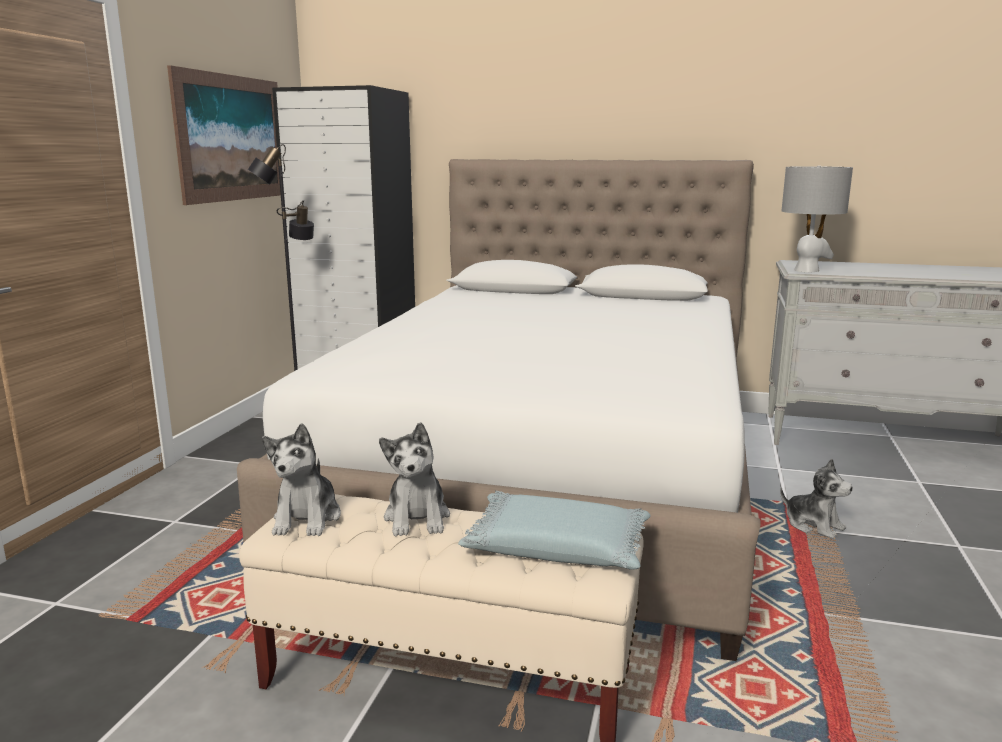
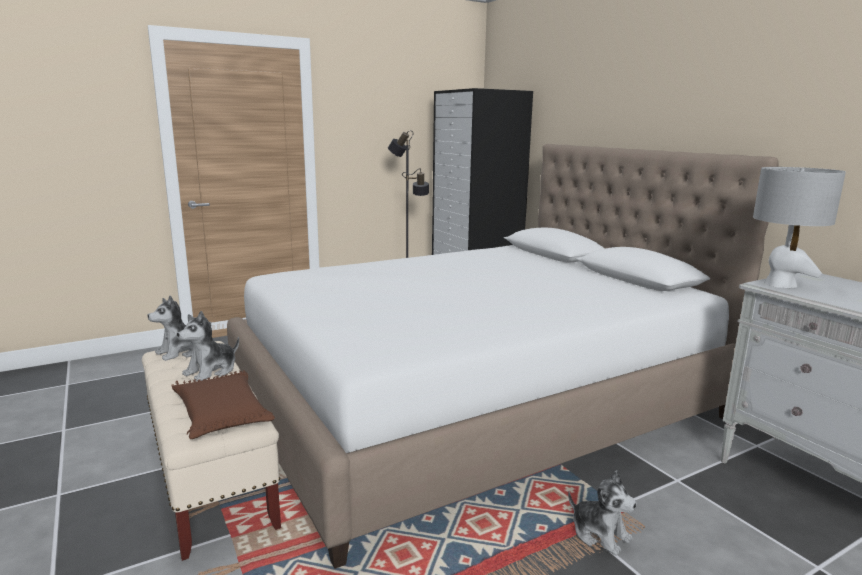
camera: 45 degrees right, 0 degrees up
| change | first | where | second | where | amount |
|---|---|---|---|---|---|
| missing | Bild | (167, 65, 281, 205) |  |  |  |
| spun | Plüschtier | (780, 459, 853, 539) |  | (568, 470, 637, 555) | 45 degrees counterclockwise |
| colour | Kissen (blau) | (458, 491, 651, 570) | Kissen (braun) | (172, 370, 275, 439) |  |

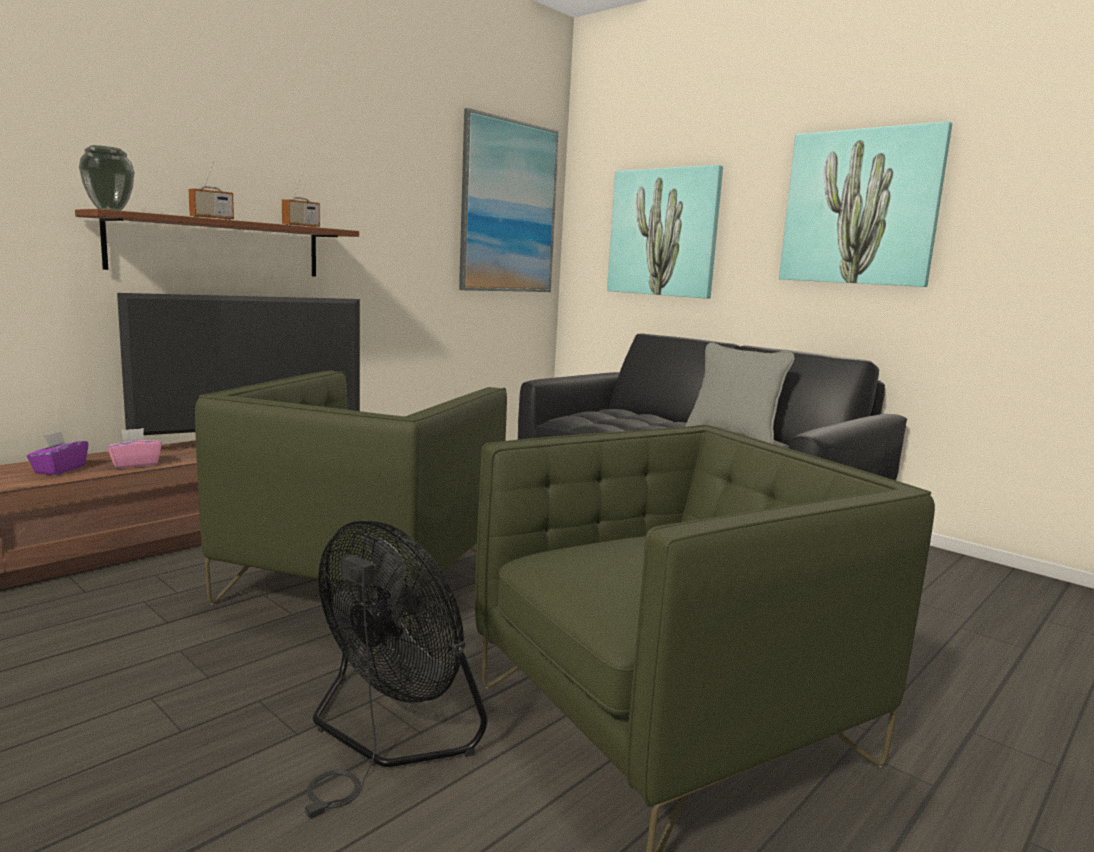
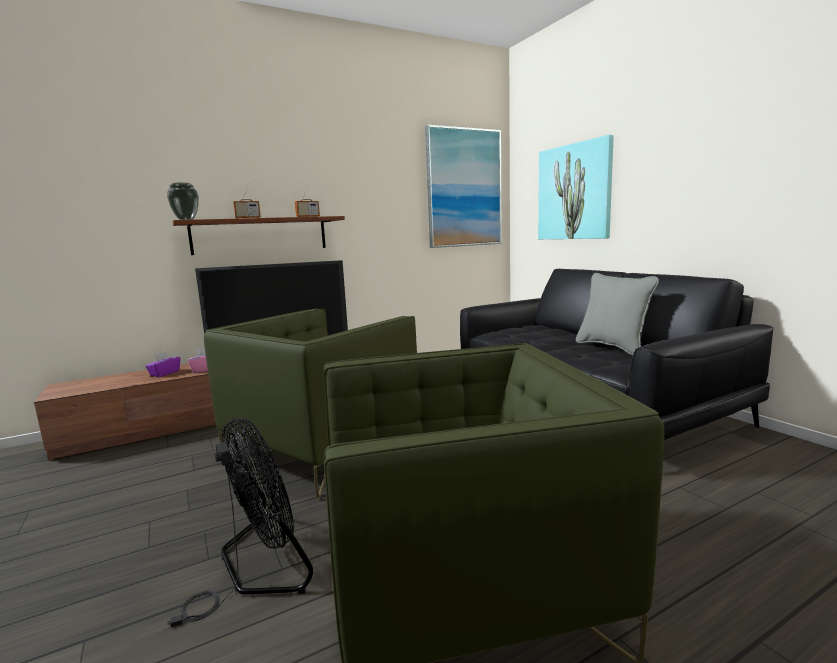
camera: 20 degrees right, 0 degrees up
| change | first | where | second | where | amount |
|---|---|---|---|---|---|
| missing | Bild | (779, 121, 952, 287) |  |  |  |

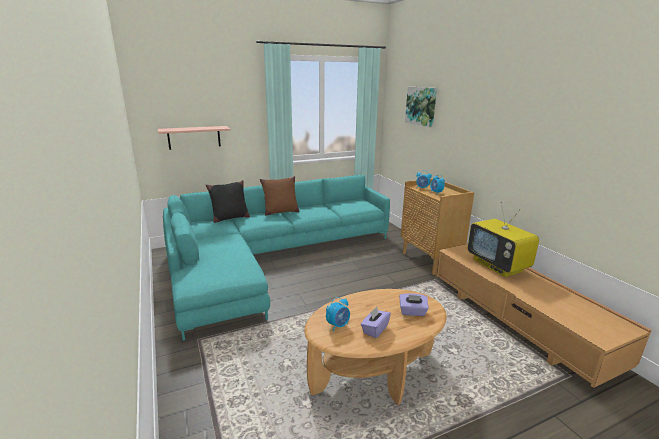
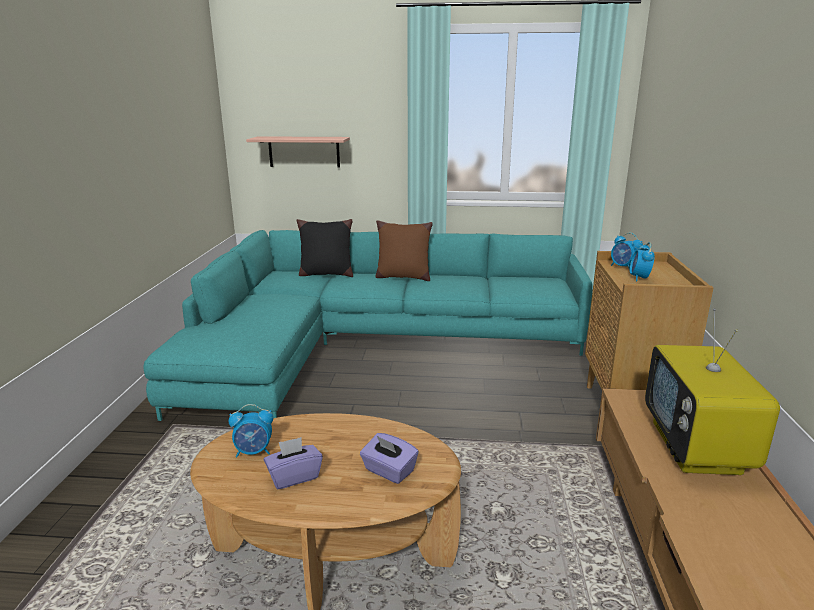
camera: 30 degrees right, 0 degrees up
| change | first | where | second | where | amount |
|---|---|---|---|---|---|
| missing | Bild | (405, 87, 437, 127) |  |  |  |

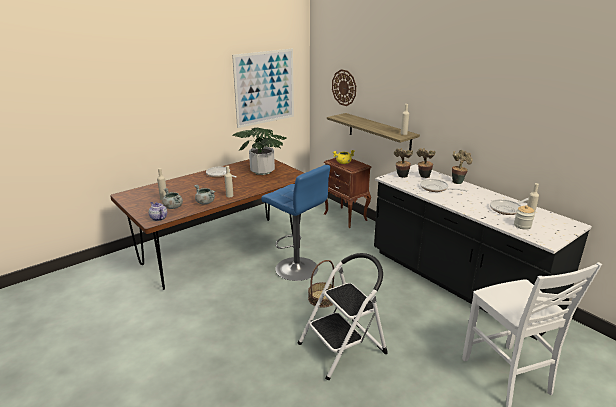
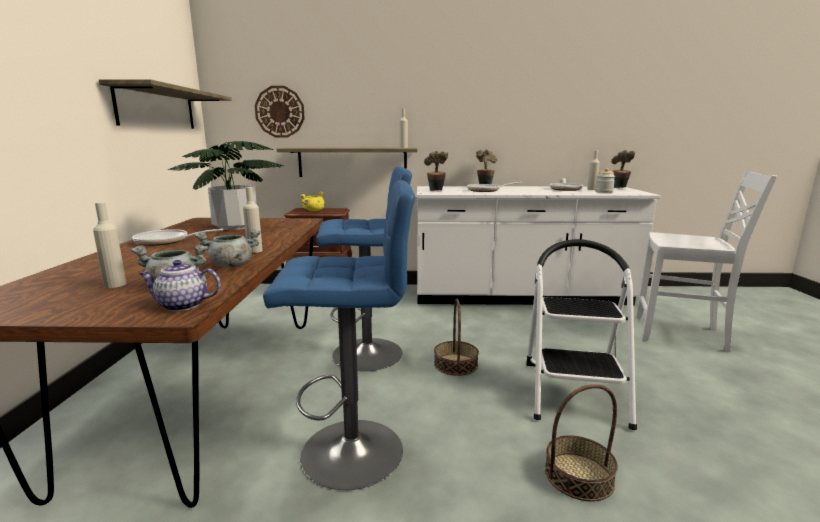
camera: 50 degrees left, 10 degrees down
| change | first | where | second | where | amount |
|---|---|---|---|---|---|
| exchanged | Bild | (232, 49, 294, 128) | Wandregal | (99, 79, 232, 129) |  |
| relocated | Topfpflanze | (417, 148, 435, 178) |  | (611, 150, 635, 188) |  |
| colour | Küchenzeile (schwarz) | (374, 164, 592, 340) | Küchenzeile (weiß) | (417, 186, 661, 305) |  |
| appeared |  |  | Hocker (blau) | (263, 180, 415, 490) |  |
| appeared |  |  | Korb | (545, 384, 618, 502) |  |

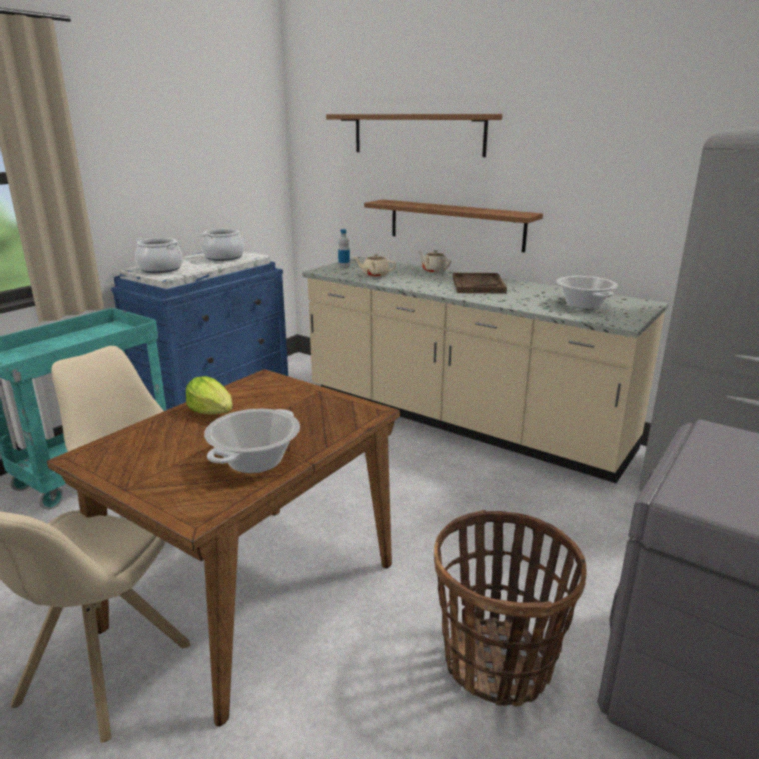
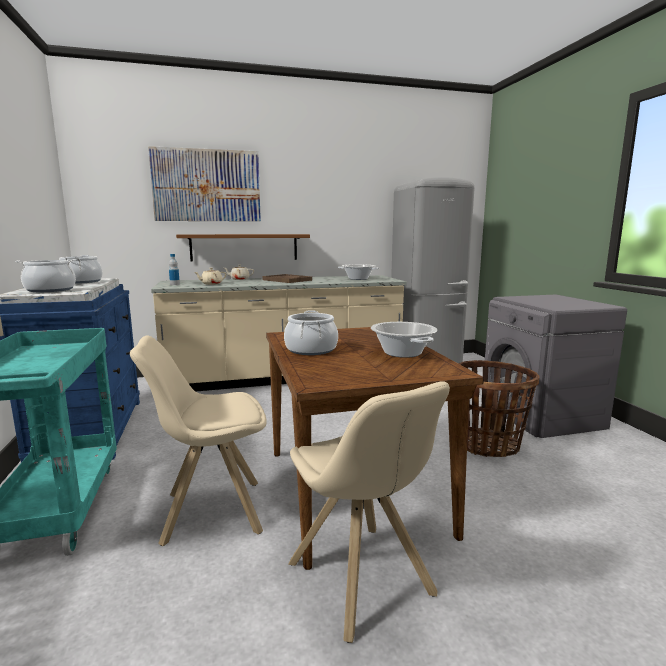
camera: 50 degrees left, 10 degrees down
| change | first | where | second | where | amount |
|---|---|---|---|---|---|
| exchanged | Wandregal (braun) | (326, 114, 502, 157) | Bild | (148, 146, 261, 222) |  |
| exchanged | Salatkopf | (186, 376, 233, 415) | Kochtopf | (284, 310, 338, 355) |  |

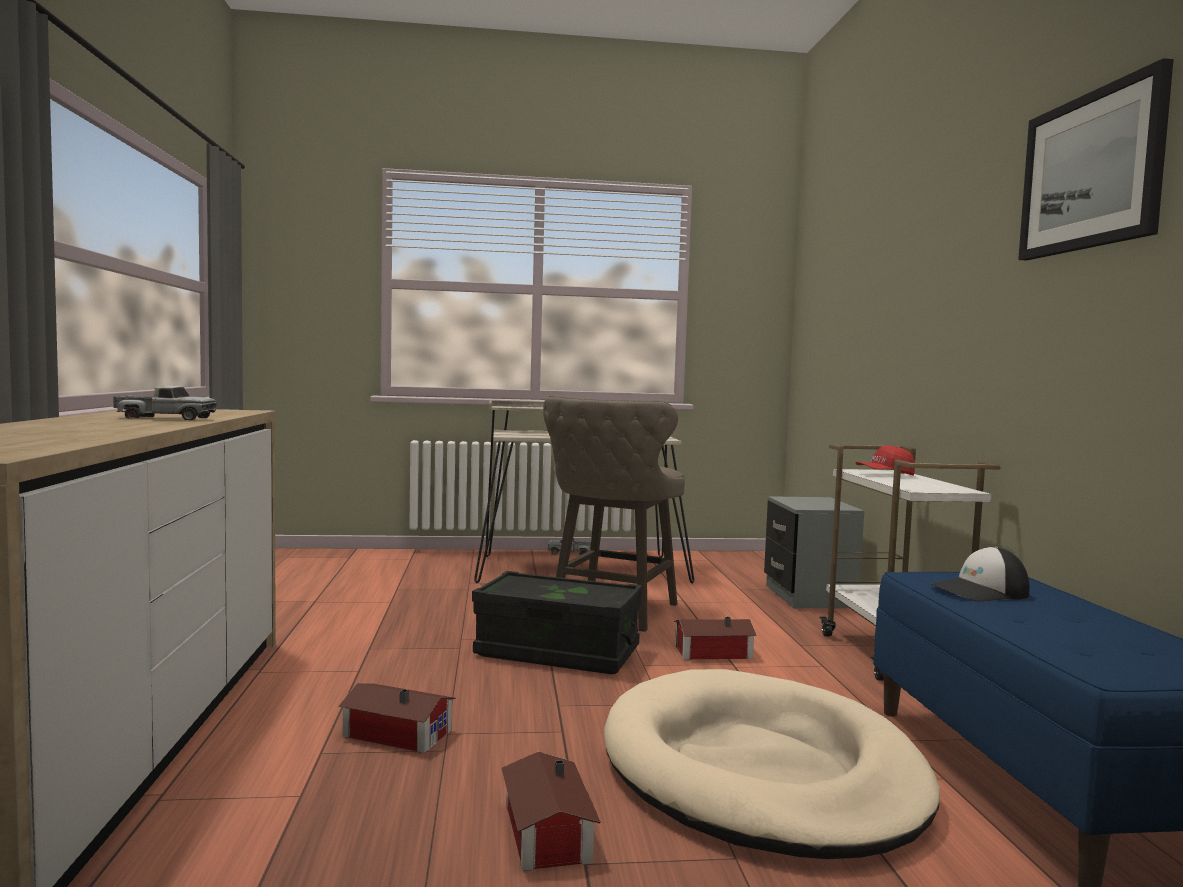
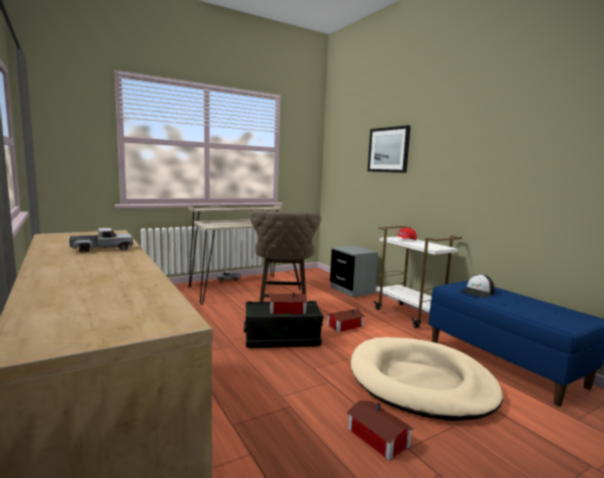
camera: 25 degrees left, 5 degrees up
| change | first | where | second | where | amount |
|---|---|---|---|---|---|
| relocated | Bild | (1018, 58, 1174, 260) |  | (367, 125, 411, 173) |  |
| relocated | Spielzeughaus | (338, 683, 456, 753) |  | (269, 293, 307, 314) |  |

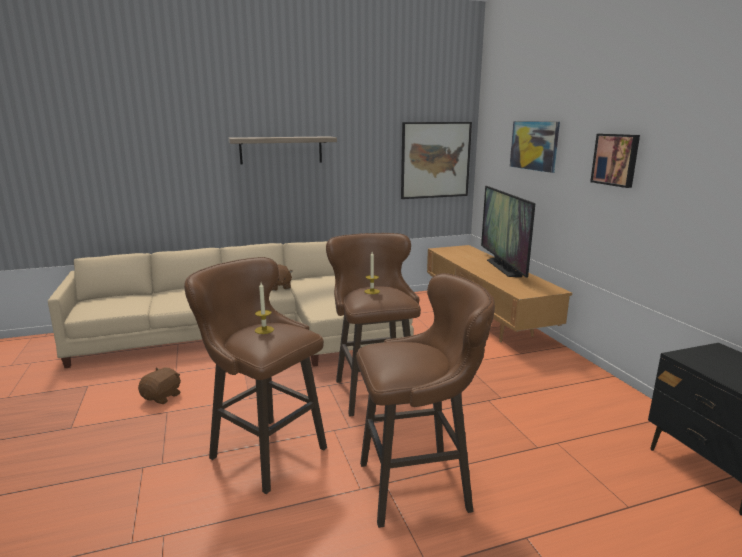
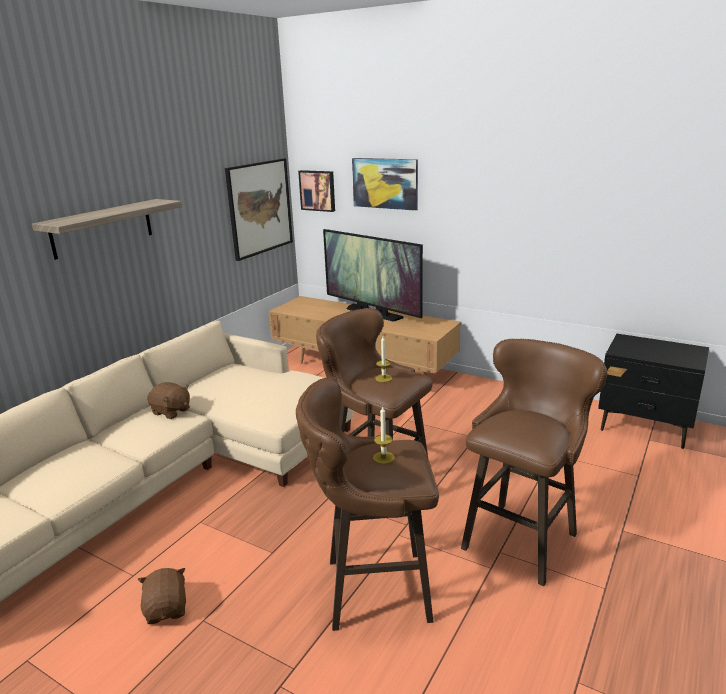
camera: 40 degrees left, 5 degrees up
| change | first | where | second | where | amount |
|---|---|---|---|---|---|
| relocated | Bild | (590, 134, 640, 188) |  | (298, 170, 335, 212) |  |

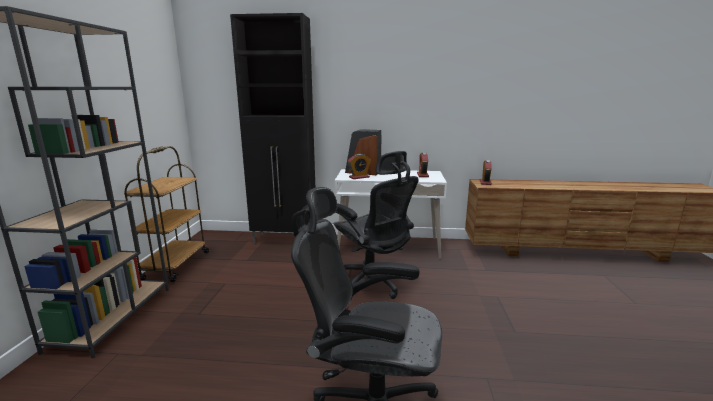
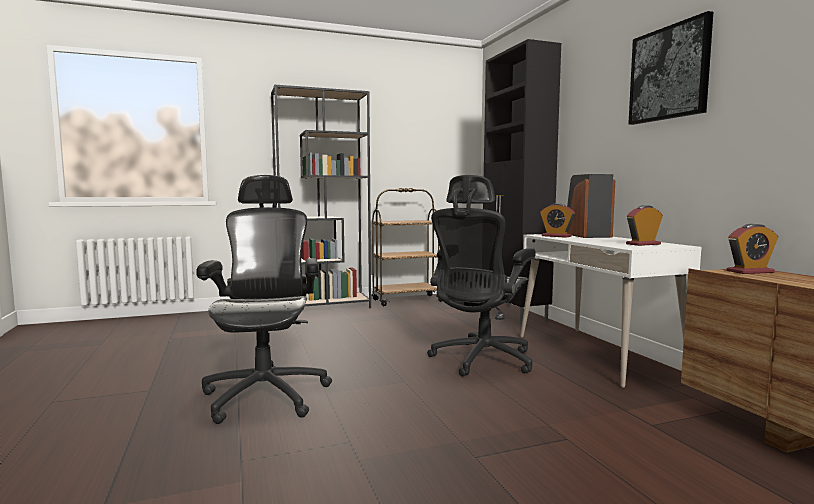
camera: 65 degrees right, 10 degrees down
| change | first | where | second | where | amount |
|---|---|---|---|---|---|
| appeared |  |  | Bild | (628, 11, 713, 125) |  |

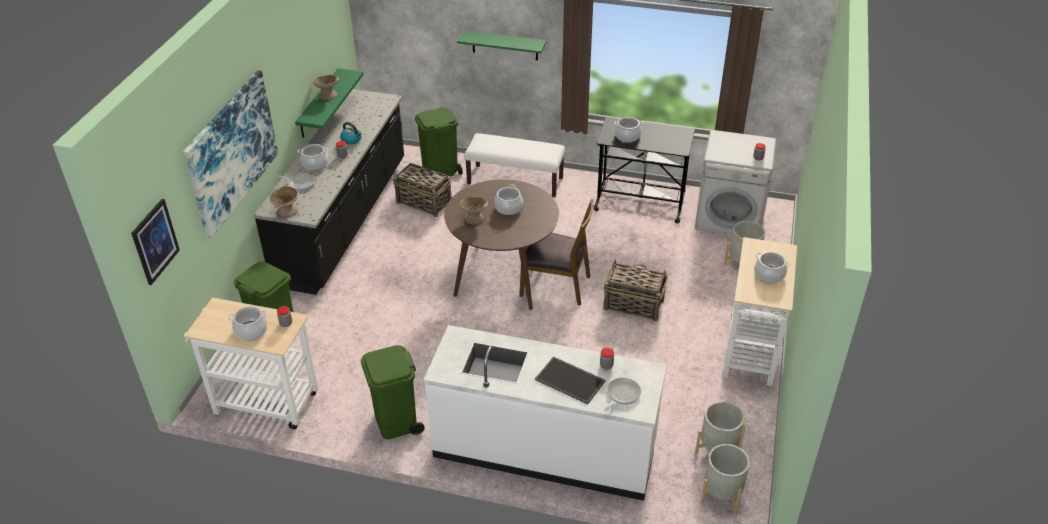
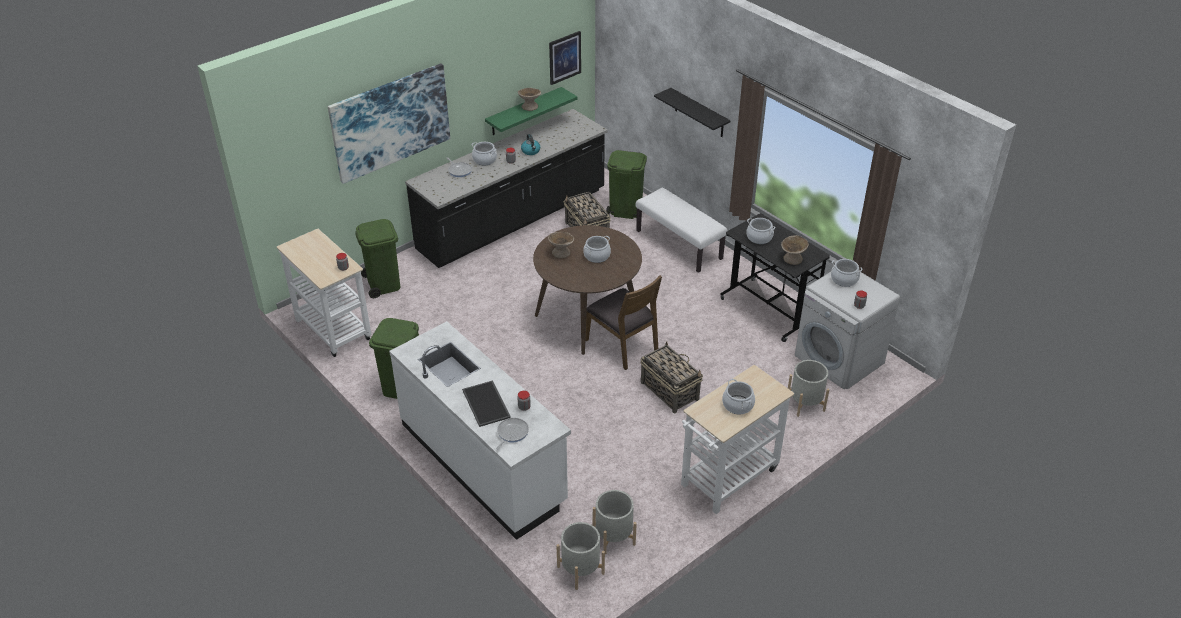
camera: 35 degrees right, 0 degrees up
| change | first | where | second | where | amount |
|---|---|---|---|---|---|
| colour | Wandregal (grün) | (457, 30, 547, 60) | Wandregal (schwarz) | (654, 88, 731, 137) |  |
| relocated | Schüssel (beige) | (270, 186, 298, 218) |  | (781, 235, 809, 265) |  |
| relocated | Bild | (131, 199, 180, 285) |  | (549, 31, 581, 85) |  |
| relocated | Kochtopf | (228, 306, 267, 341) |  | (831, 259, 863, 287) |  |
| spun | Pfanne | (604, 377, 641, 411) |  | (496, 418, 529, 450) | 45 degrees counterclockwise |

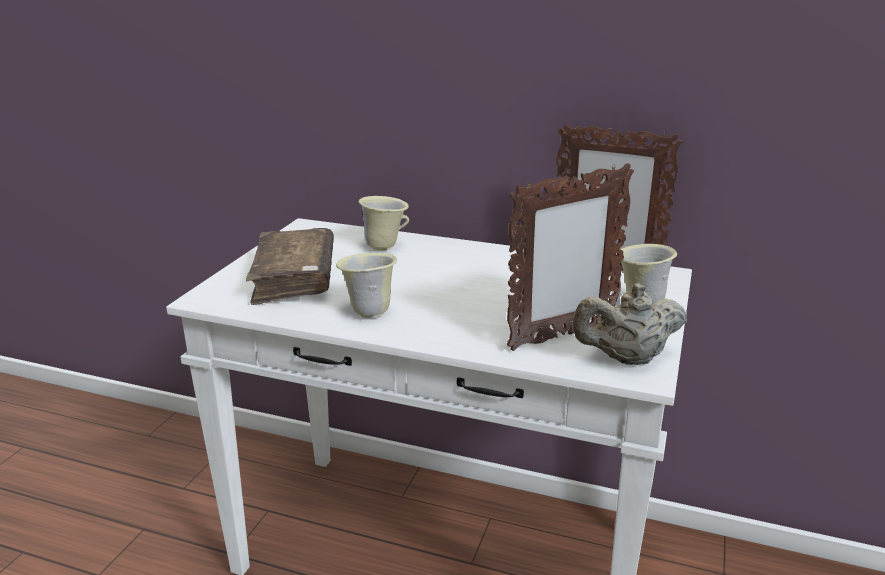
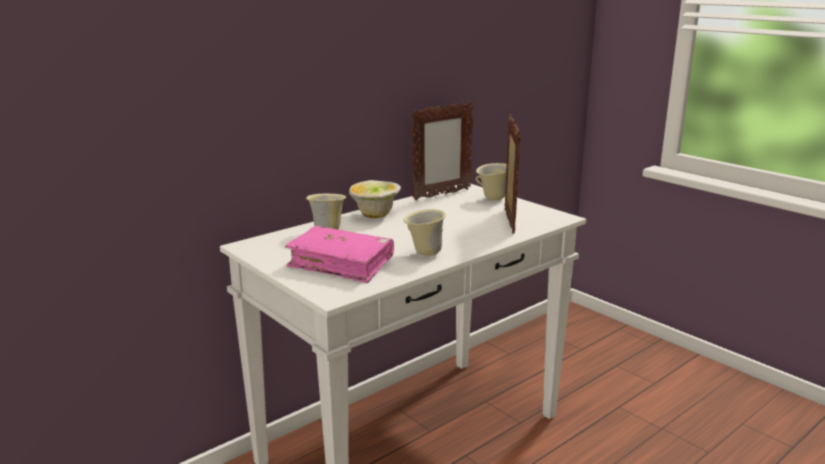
camera: 60 degrees left, 5 degrees down
| change | first | where | second | where | amount |
|---|---|---|---|---|---|
| colour | Buch (braun) | (246, 228, 334, 305) | Buch (rosa) | (285, 226, 394, 283) |  |
| missing | Teekanne (beige) | (572, 283, 687, 365) |  |  |  |
| appeared |  |  | Schüssel | (349, 180, 401, 218) |  |

